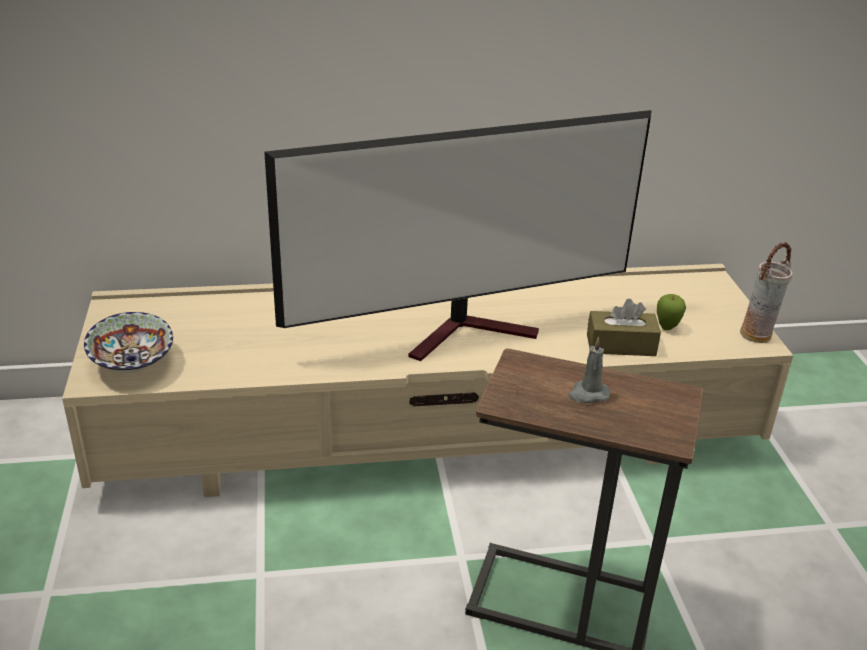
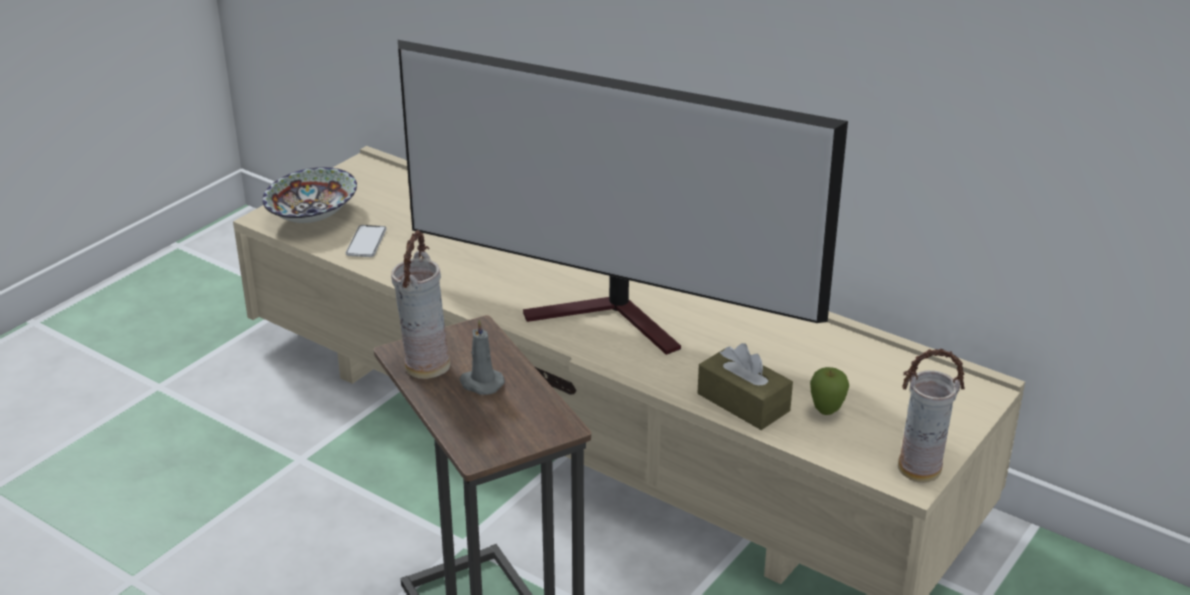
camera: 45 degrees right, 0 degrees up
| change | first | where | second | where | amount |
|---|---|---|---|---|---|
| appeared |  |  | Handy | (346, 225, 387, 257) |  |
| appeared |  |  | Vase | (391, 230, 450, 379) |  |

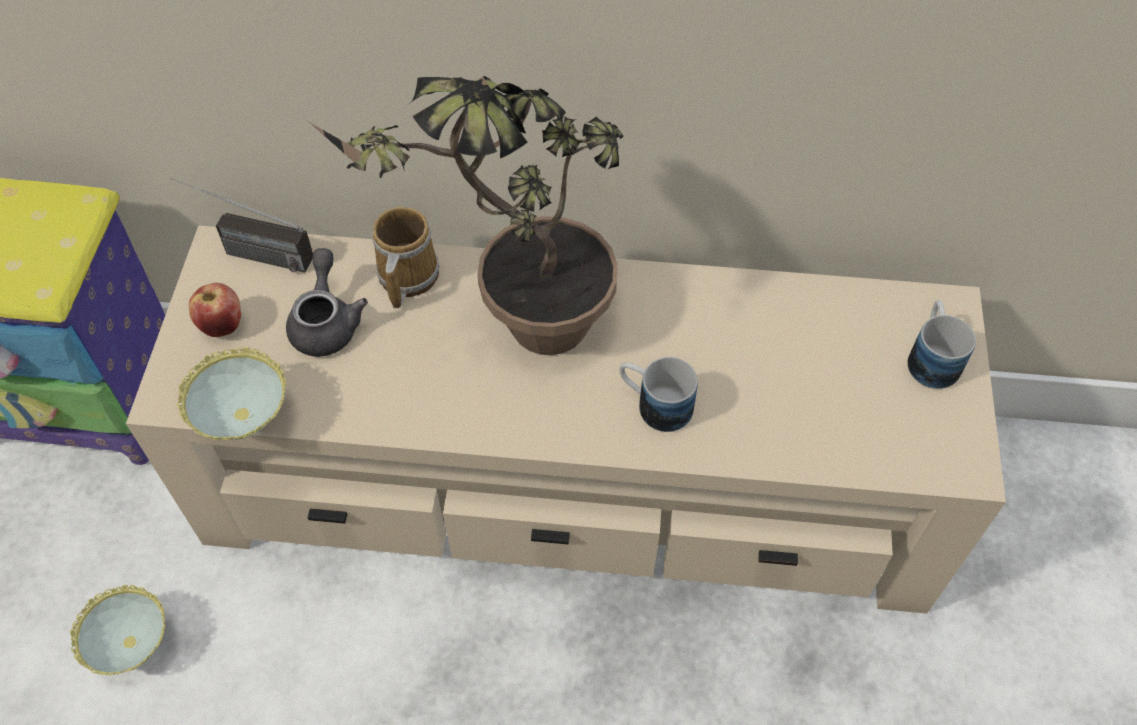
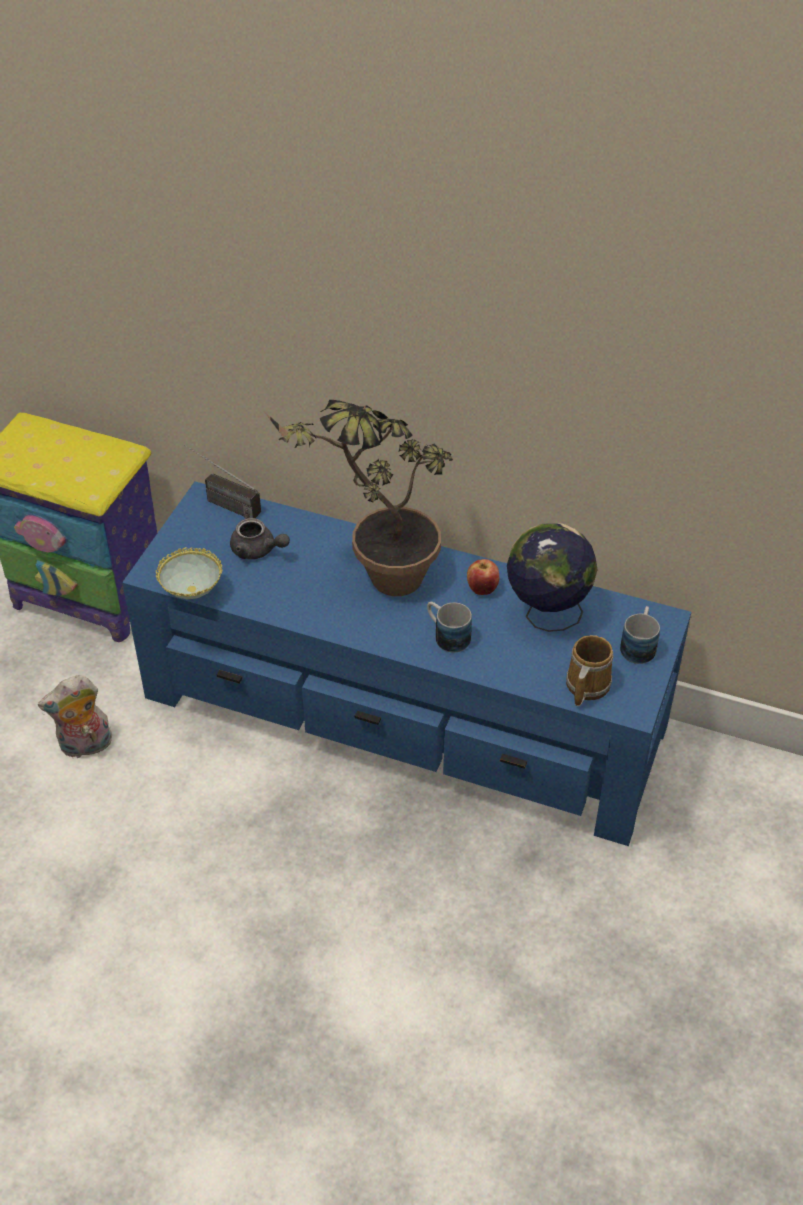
camera: 15 degrees right, 10 degrees down
| change | first | where | second | where | amount |
|---|---|---|---|---|---|
| relocated | Henkelbecher | (372, 207, 439, 309) |  | (566, 635, 614, 706) |  |
| colour | Fernsehschrank (beige) | (126, 225, 1006, 614) | Fernsehschrank (blau) | (122, 481, 691, 846) |  |
| spun | Teekanne (grau) | (286, 248, 368, 357) |  | (230, 518, 290, 559) | 105 degrees clockwise |
| relocated | Apfel | (189, 283, 241, 337) |  | (467, 559, 499, 595) |  |
| exchanged | Schüssel | (70, 585, 165, 675) | Plüschtier | (38, 675, 112, 758) |  |
| appeared |  |  | Globus | (507, 523, 597, 632) |  |

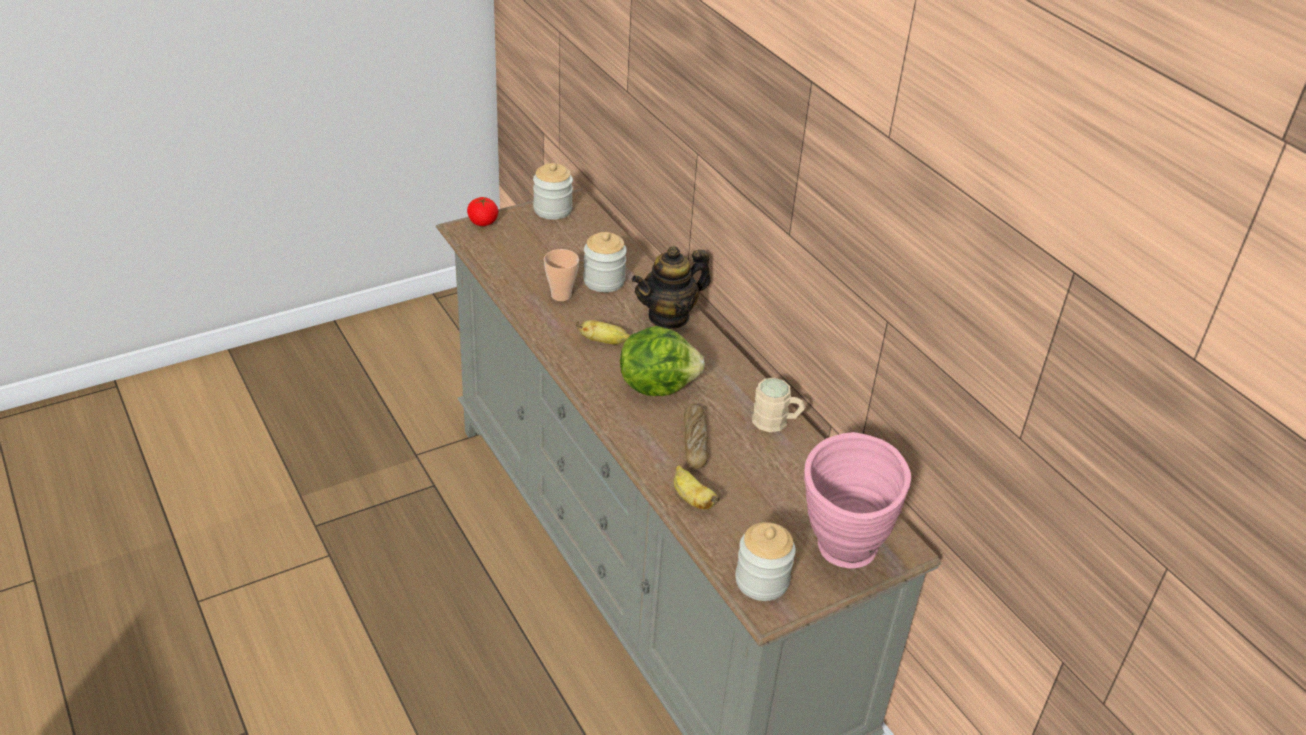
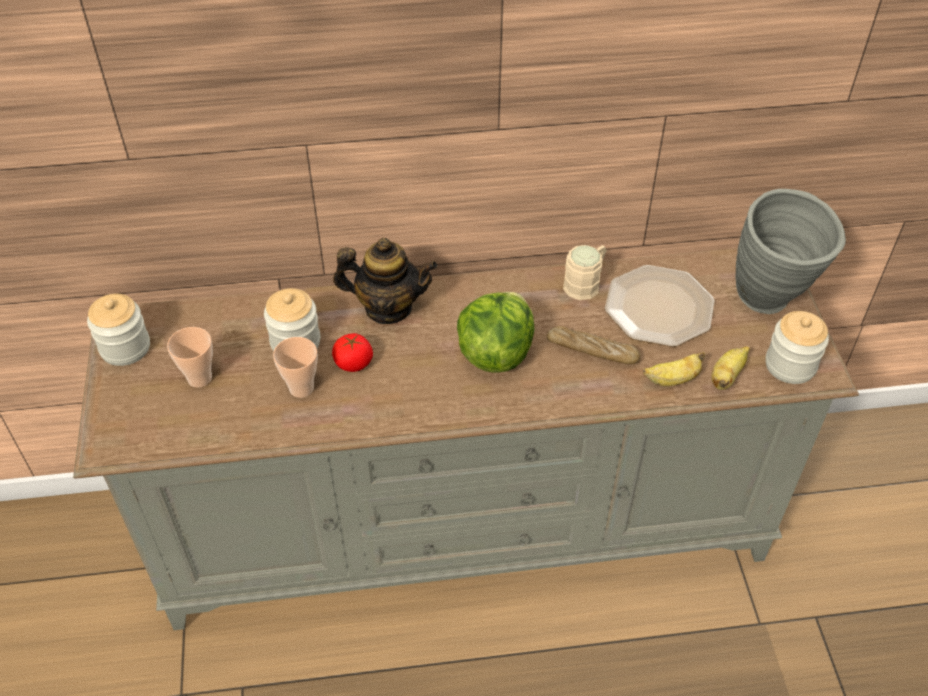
camera: 65 degrees left, 10 degrees up
| change | first | where | second | where | amount |
|---|---|---|---|---|---|
| relocated | Tomate | (467, 197, 498, 226) |  | (332, 333, 373, 372) |  |
| spun | Teekanne | (632, 246, 711, 329) |  | (333, 238, 438, 324) | 75 degrees counterclockwise |
| relocated | Banane | (576, 320, 630, 344) |  | (712, 346, 750, 390) |  |
| colour | Vase (rosa) | (804, 432, 911, 568) | Vase (grau) | (735, 189, 846, 314) |  |
| appeared |  |  | Teller | (605, 265, 715, 347) |  |
| appeared |  |  | Tasse | (167, 327, 212, 388) |  |

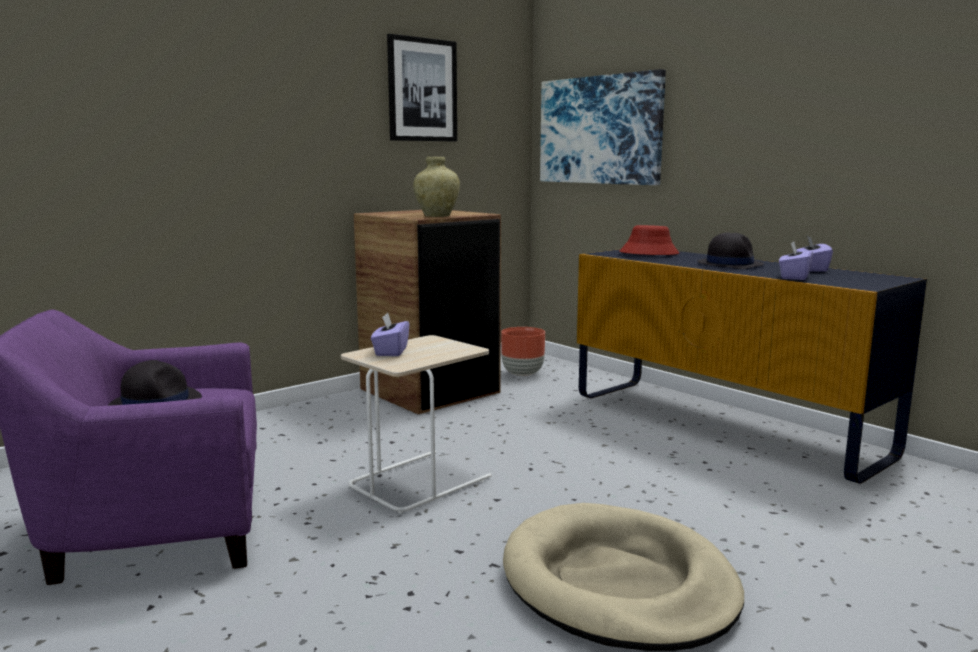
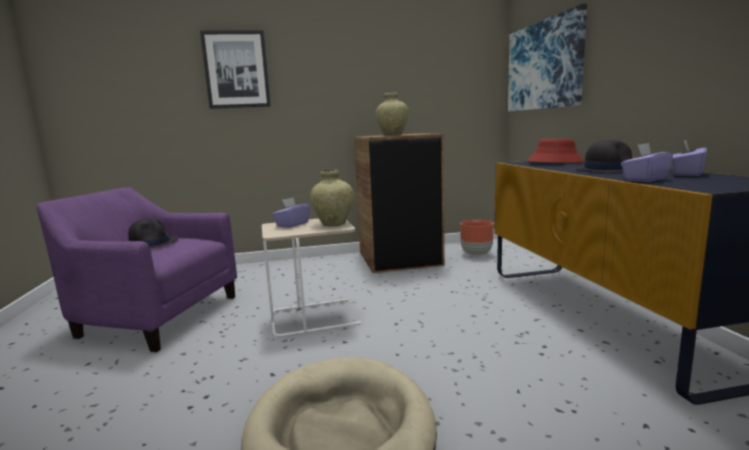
camera: 30 degrees right, 0 degrees up
| change | first | where | second | where | amount |
|---|---|---|---|---|---|
| relocated | Bild | (387, 34, 457, 141) |  | (200, 30, 271, 109) |  |
| appeared |  |  | Vase (beige) | (310, 170, 354, 226) |  |

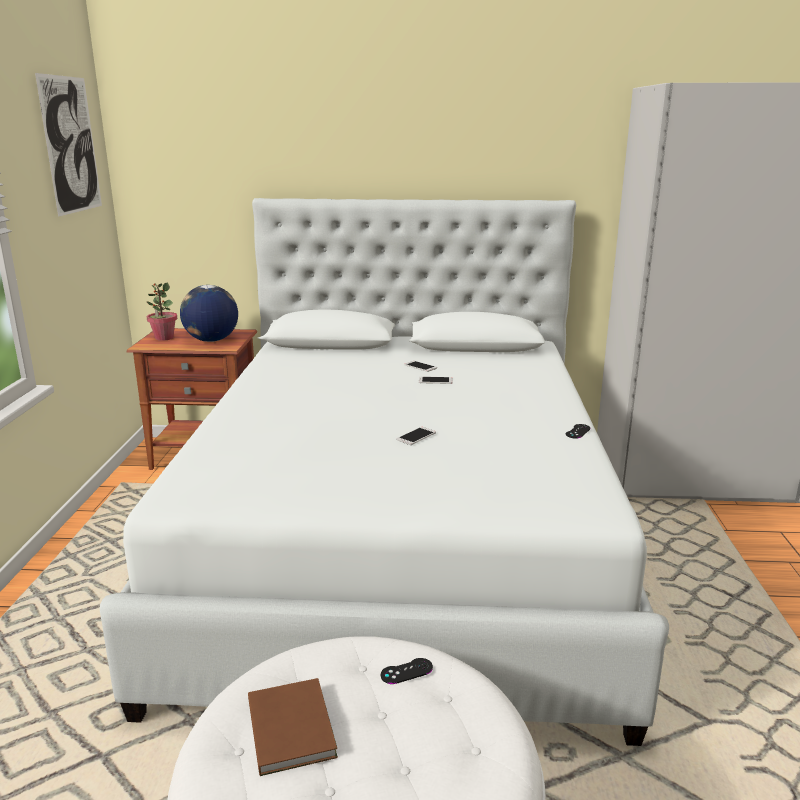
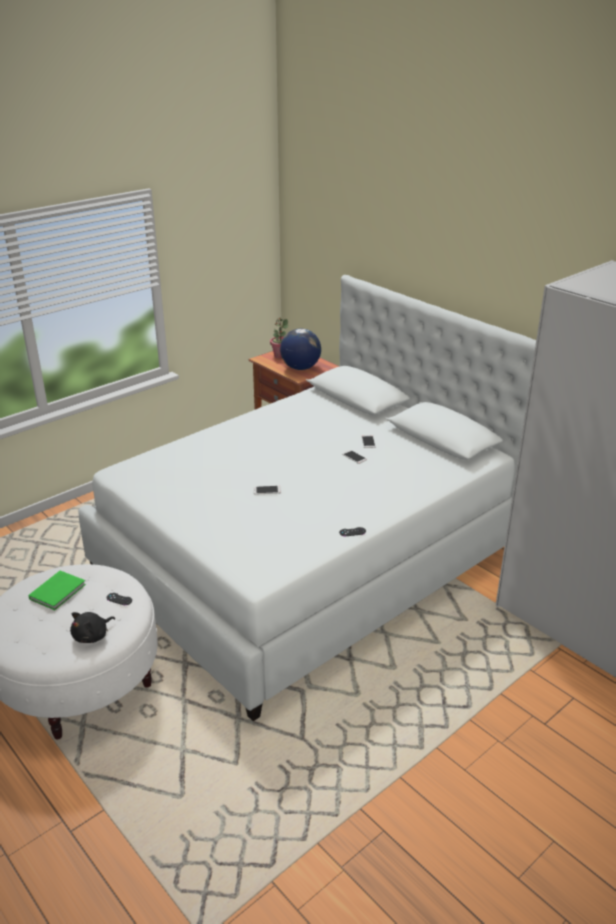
camera: 45 degrees right, 10 degrees up
| change | first | where | second | where | amount |
|---|---|---|---|---|---|
| missing | Bild | (35, 73, 102, 217) |  |  |  |
| colour | Buch (braun) | (248, 678, 338, 776) | Buch (grün) | (28, 570, 86, 610) |  |
| appeared |  |  | Plüschtier (schwarz) | (70, 612, 115, 643) |  |

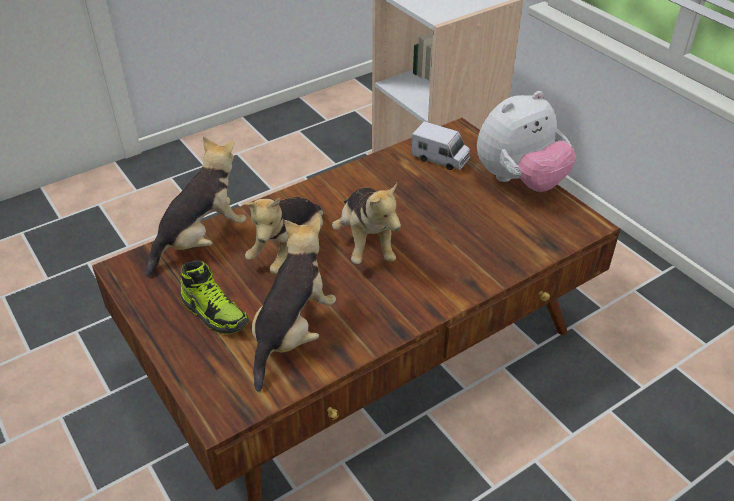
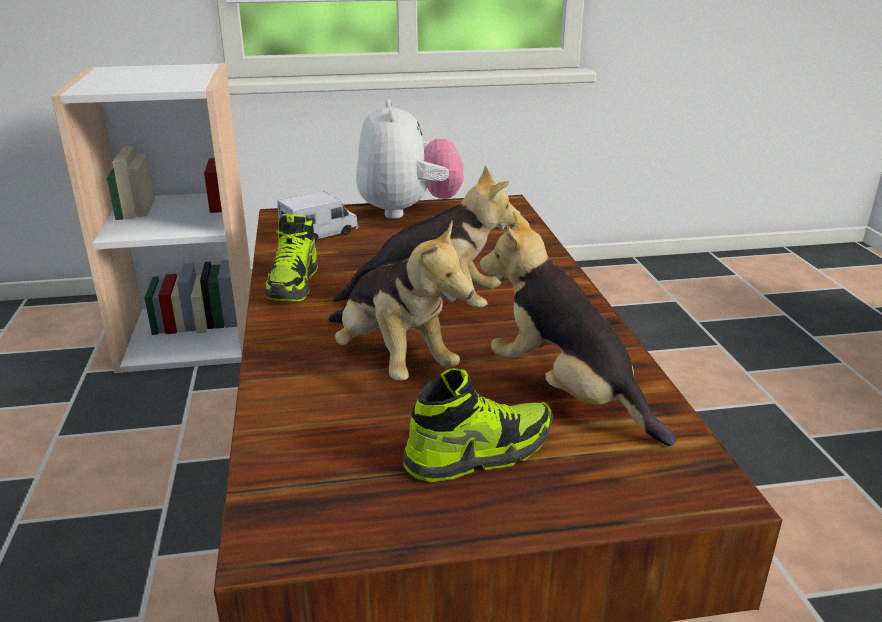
camera: 65 degrees left, 15 degrees down
| change | first | where | second | where | amount |
|---|---|---|---|---|---|
| missing | Plüschtier | (146, 136, 246, 277) |  |  |  |
| appeared |  |  | Schuh | (265, 214, 318, 301) |  |

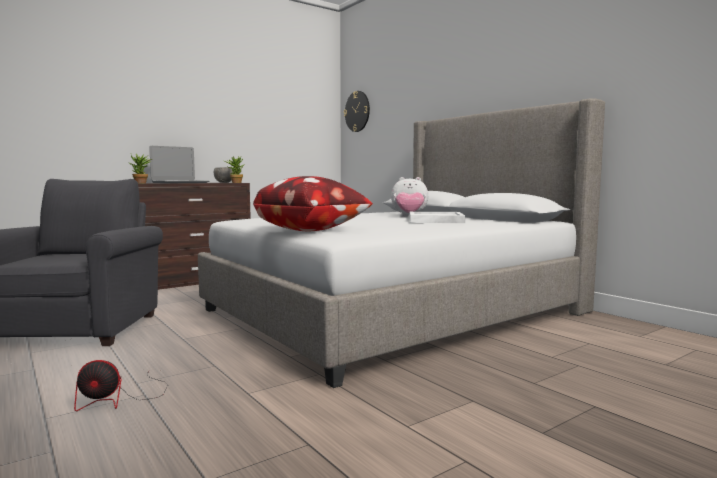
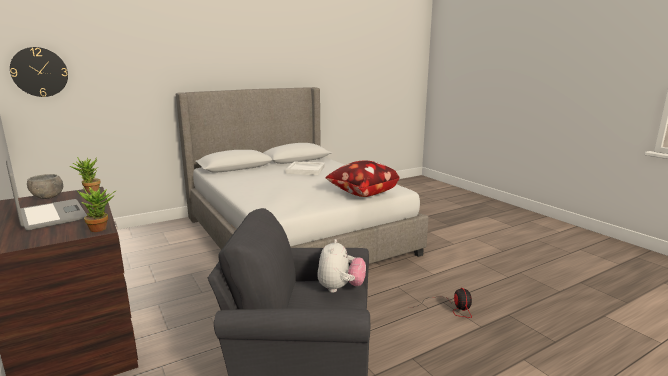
camera: 85 degrees left, 10 degrees up
| change | first | where | second | where | amount |
|---|---|---|---|---|---|
| relocated | Plüschtier | (391, 177, 428, 217) |  | (317, 239, 366, 293) |  |

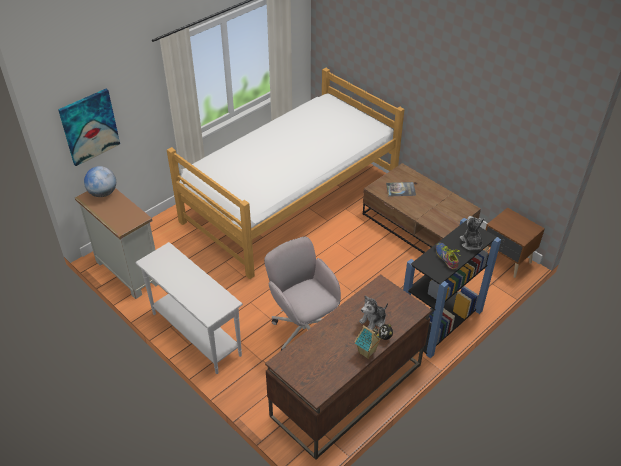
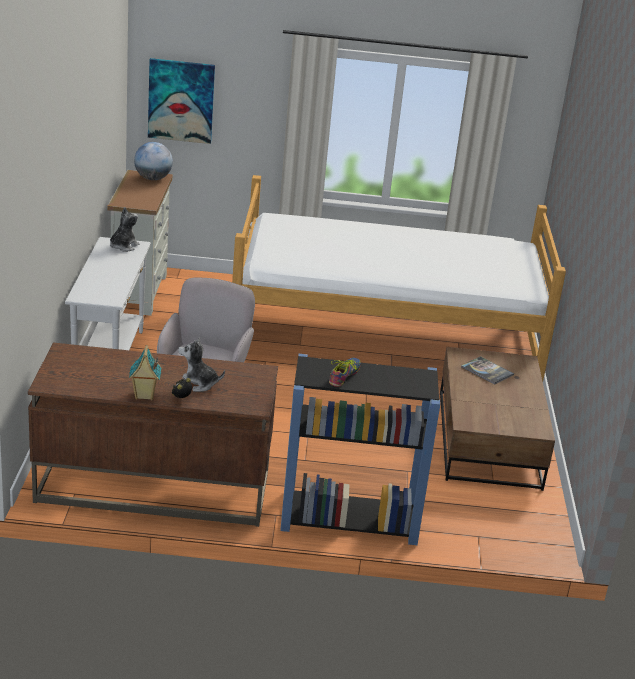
camera: 45 degrees right, 15 degrees down
| change | first | where | second | where | amount |
|---|---|---|---|---|---|
| missing | Nachttisch (braun) | (484, 208, 545, 278) |  |  |  |
| relocated | Plüschtier | (460, 216, 484, 250) |  | (110, 207, 140, 252) |  |

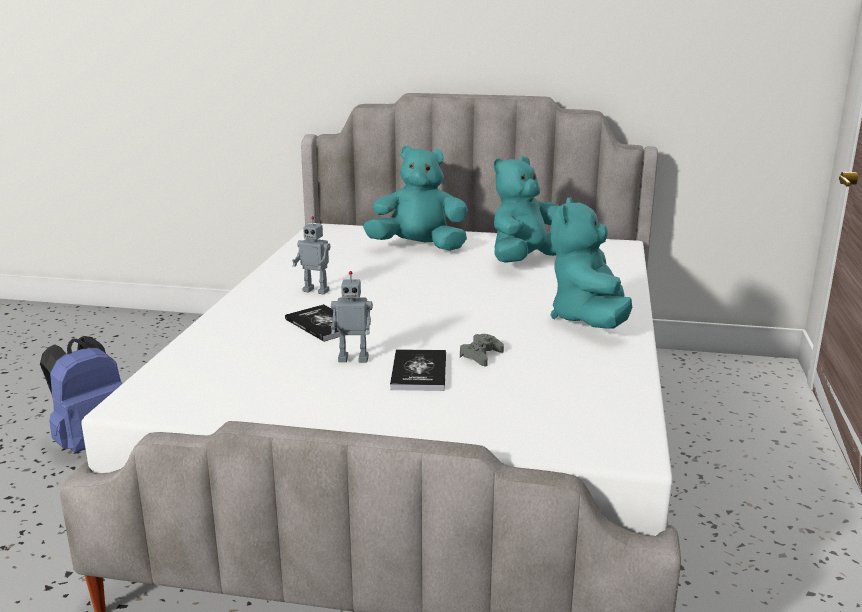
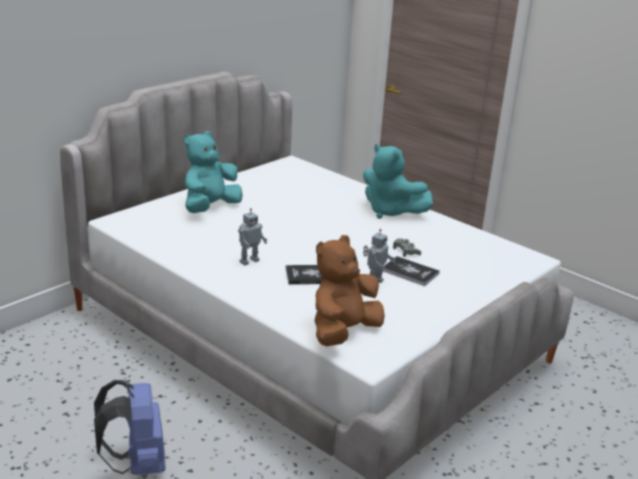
camera: 60 degrees left, 5 degrees up
| change | first | where | second | where | amount |
|---|---|---|---|---|---|
| missing | Plüschtier (türkis) | (494, 156, 559, 263) |  |  |  |
| appeared |  |  | Plüschtier (braun) | (315, 235, 385, 346) |  |

